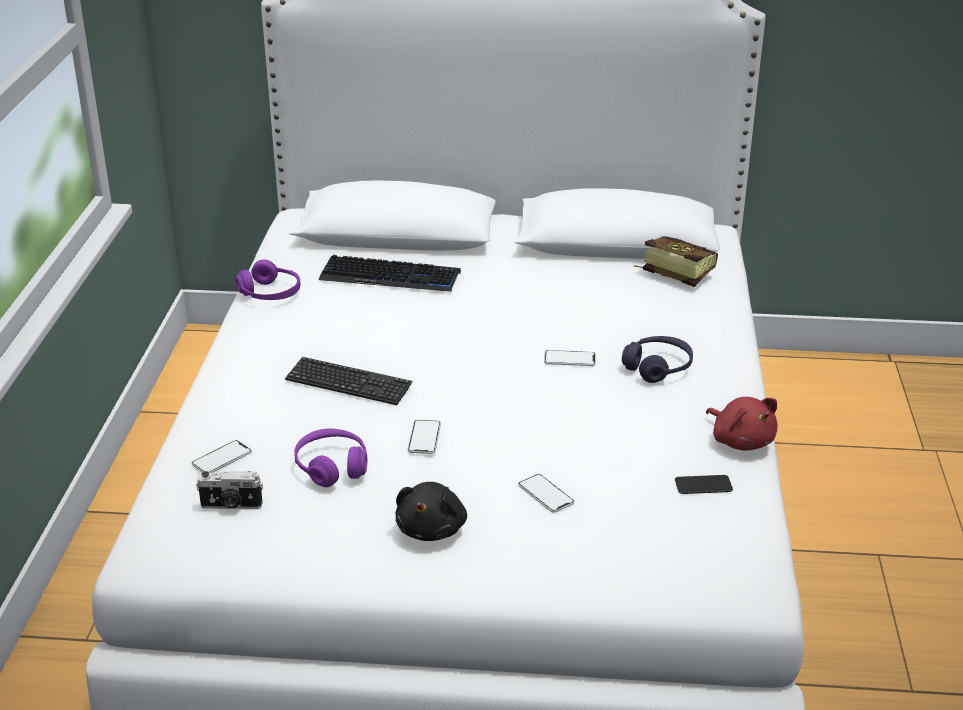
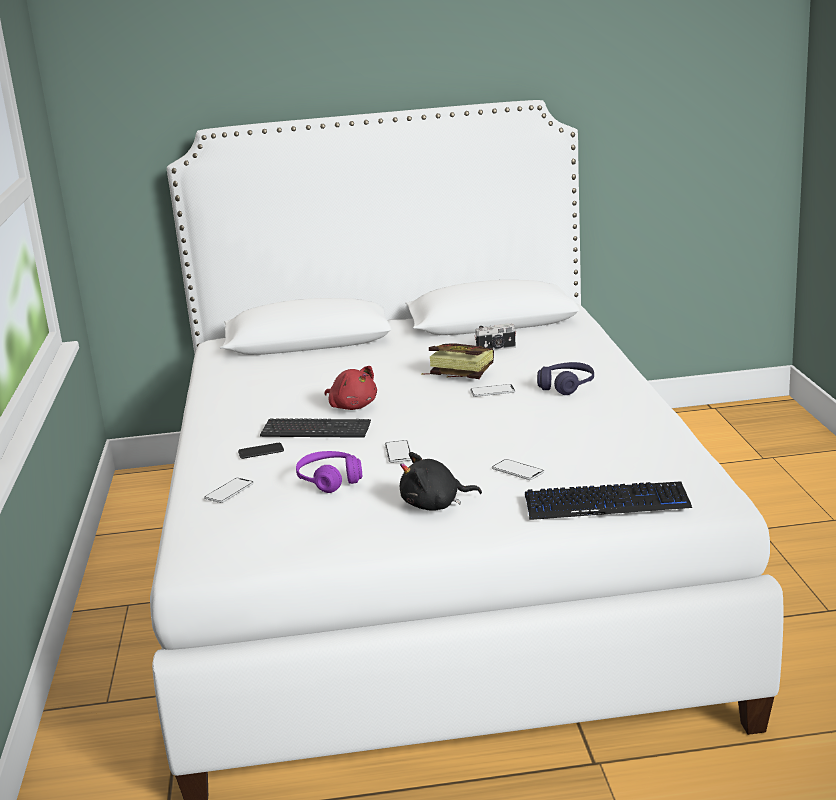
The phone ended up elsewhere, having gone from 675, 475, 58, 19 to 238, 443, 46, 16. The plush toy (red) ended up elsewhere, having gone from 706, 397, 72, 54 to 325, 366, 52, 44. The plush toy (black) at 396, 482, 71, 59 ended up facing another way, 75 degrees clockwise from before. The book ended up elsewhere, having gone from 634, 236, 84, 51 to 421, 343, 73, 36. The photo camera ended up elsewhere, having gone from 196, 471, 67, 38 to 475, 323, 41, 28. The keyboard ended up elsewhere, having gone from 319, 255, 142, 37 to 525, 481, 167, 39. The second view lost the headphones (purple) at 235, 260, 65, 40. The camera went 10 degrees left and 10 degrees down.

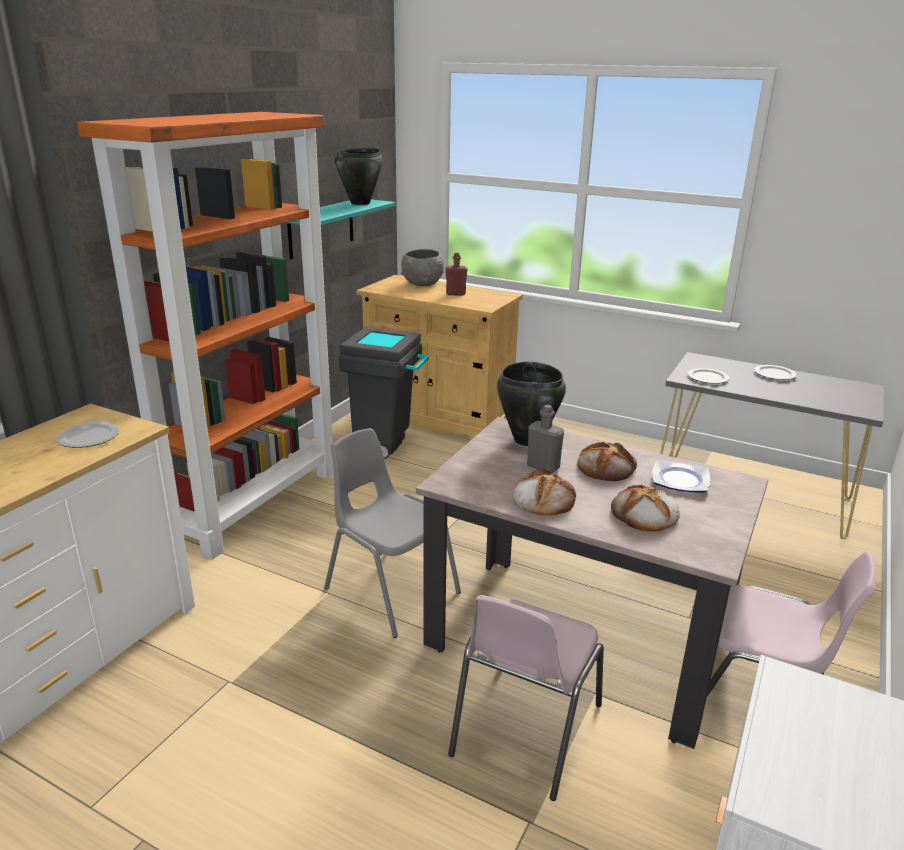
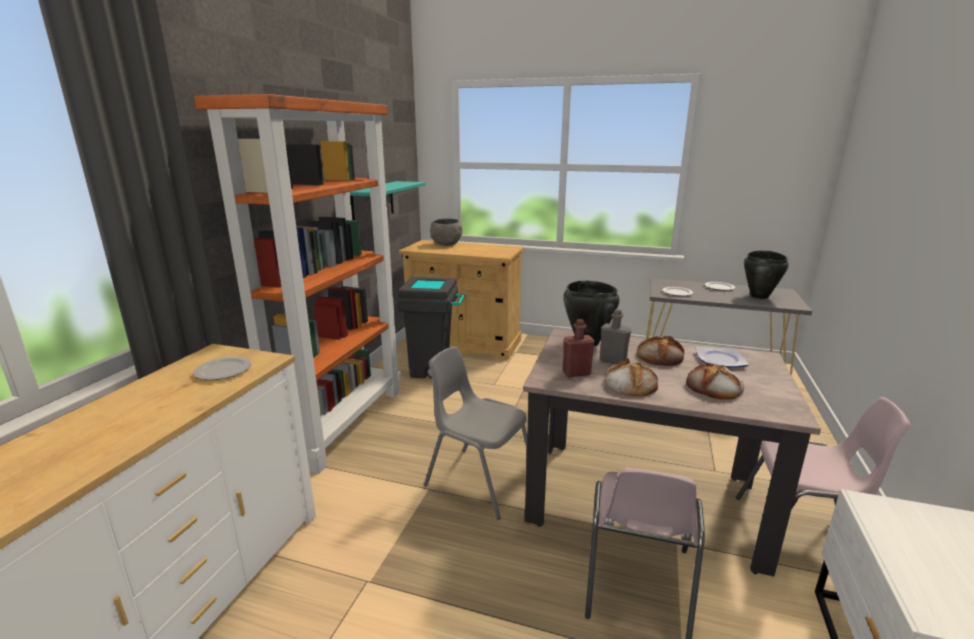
The bottle (red) ended up elsewhere, having gone from 446, 253, 21, 42 to 563, 319, 32, 58. The cooking pot (black) ended up elsewhere, having gone from 335, 147, 48, 58 to 744, 250, 45, 49. The camera went 10 degrees left and 5 degrees down.

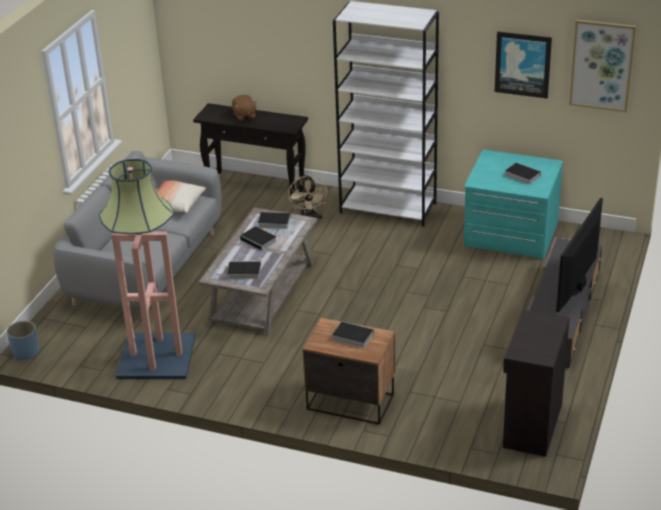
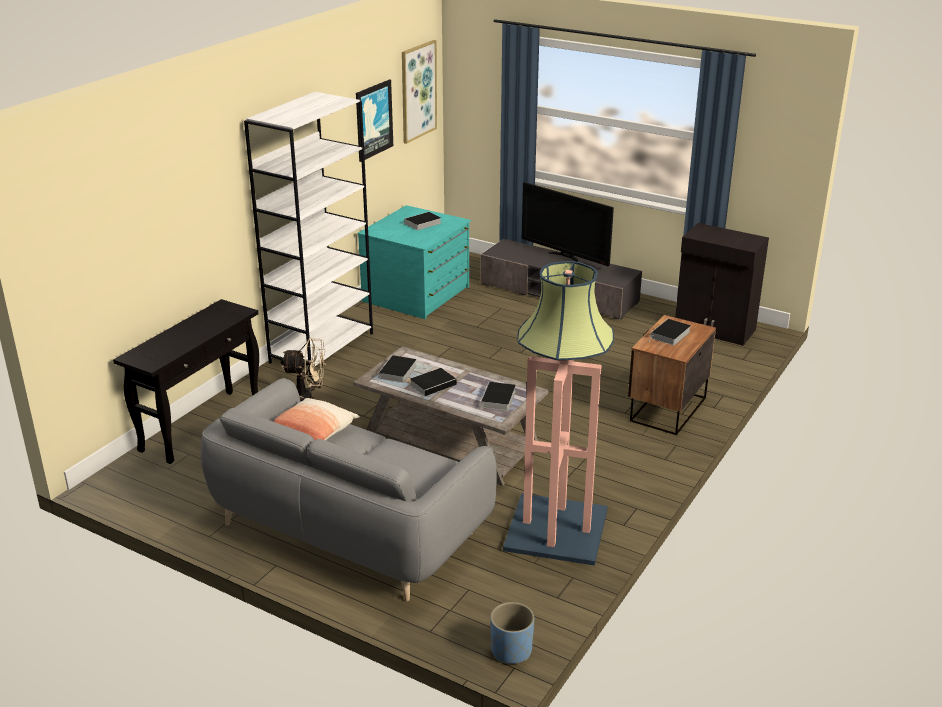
The second view lost the plush toy (brown) at 232, 95, 25, 26. The camera went 80 degrees left and 5 degrees down.

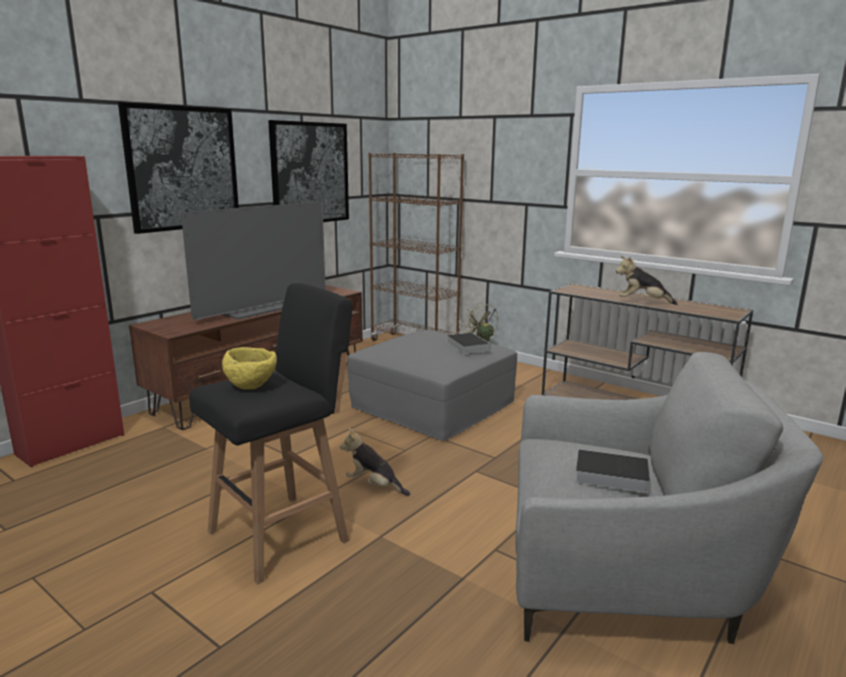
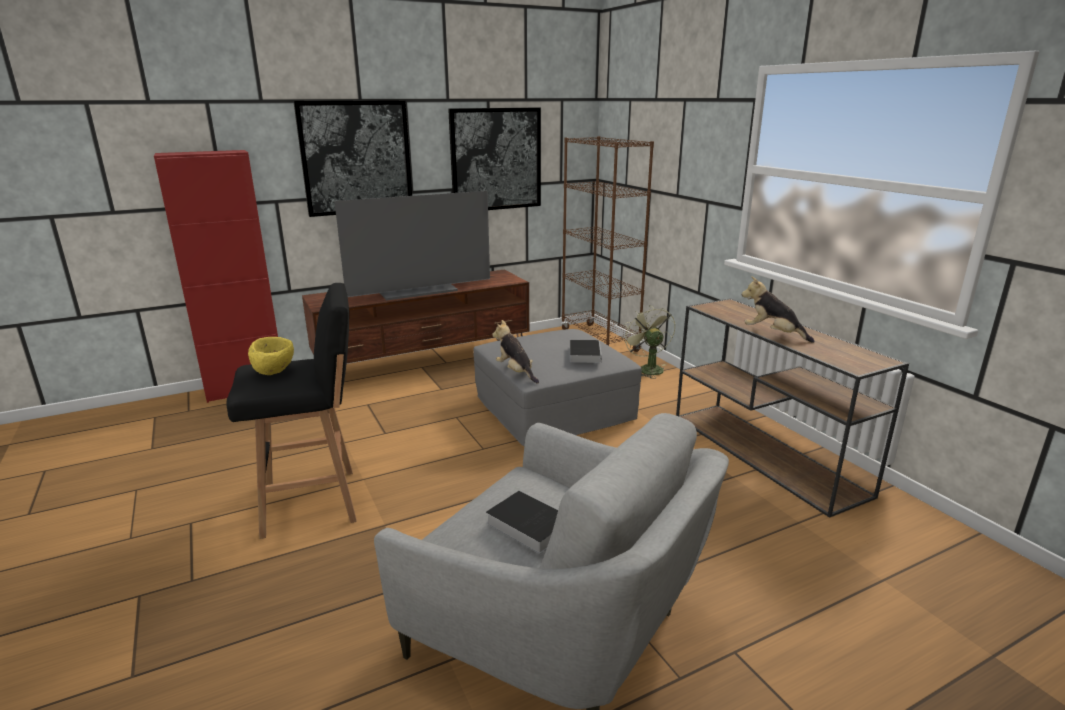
The plush toy ended up elsewhere, having gone from 340, 428, 70, 68 to 492, 320, 47, 63. The camera went 25 degrees right and 5 degrees up.

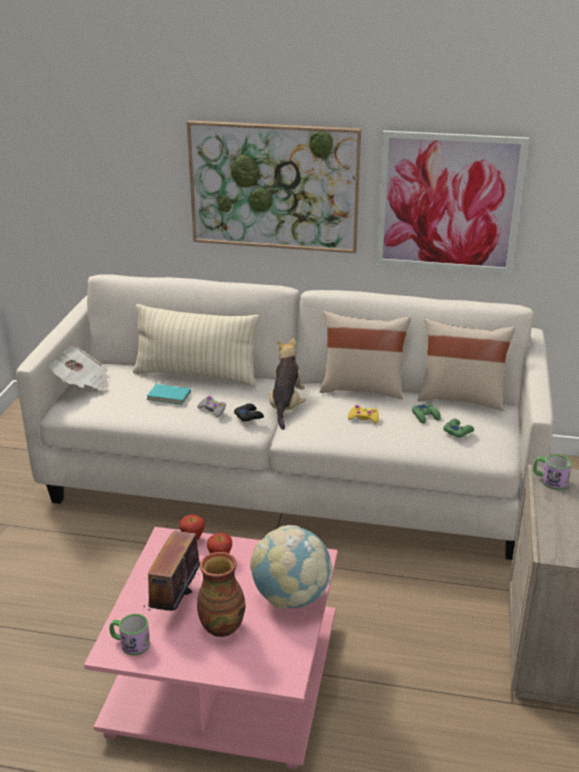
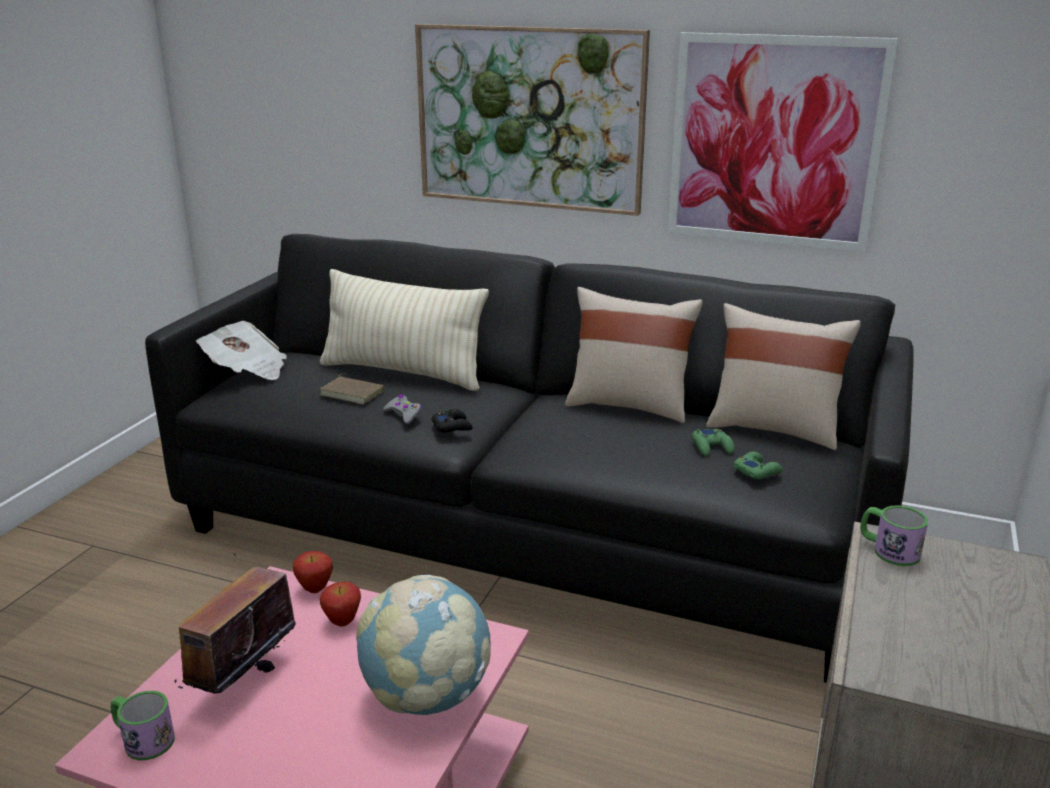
What was the sofa (white) at 16, 275, 538, 285 turned into the sofa (black) at 145, 234, 769, 449. What was the book (turquoise) at 147, 380, 44, 25 turned into the book (brown) at 320, 373, 65, 31. The second view lost the vase at 197, 552, 48, 85. The second view lost the plush toy at 269, 338, 37, 92. The second view lost the game controller (yellow) at 348, 405, 31, 19. The camera went 10 degrees right and 5 degrees down.

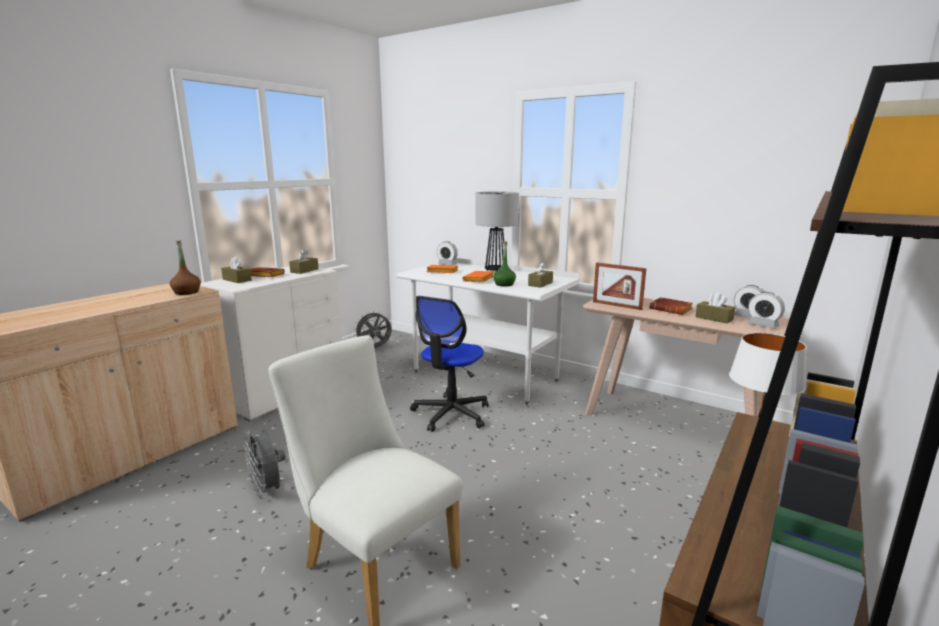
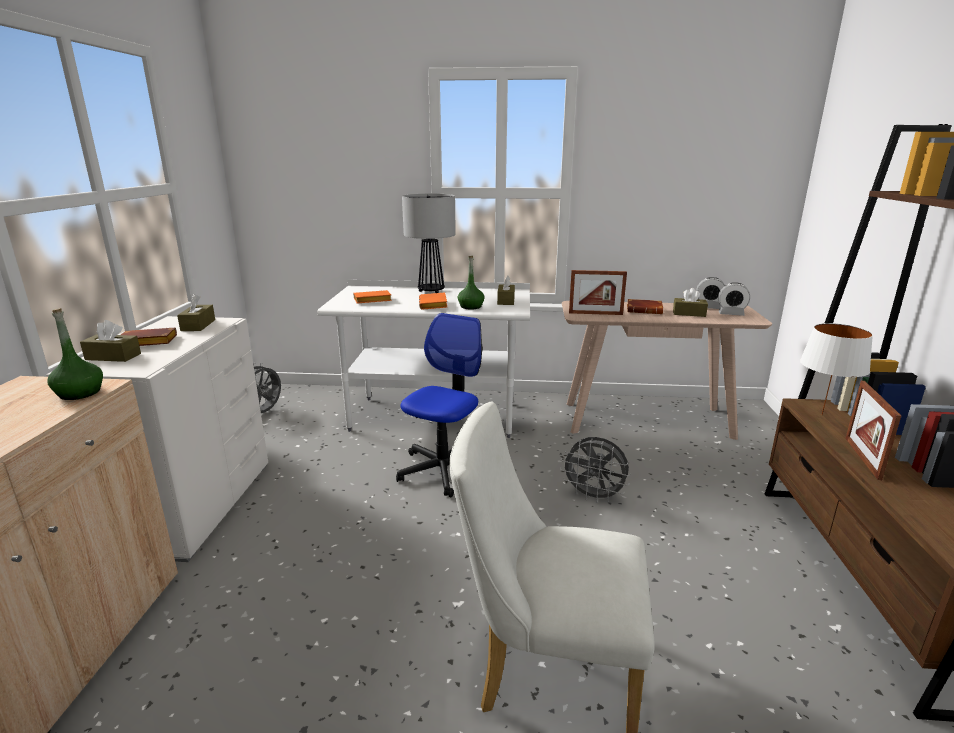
What was the bottle (brown) at 170, 241, 31, 54 turned into the bottle (green) at 47, 308, 56, 92. The office chair at 410, 296, 78, 136 ended up facing another way, 150 degrees counterclockwise from before. The fan (grey) ended up elsewhere, having gone from 243, 429, 43, 70 to 560, 437, 71, 66. The second view gained the picture frame at 845, 381, 56, 99. The second view lost the alarm clock at 437, 241, 21, 24. The camera went 30 degrees left and 5 degrees up.

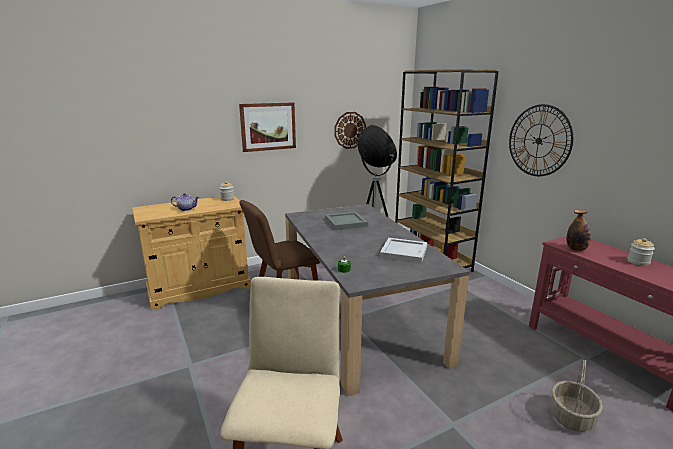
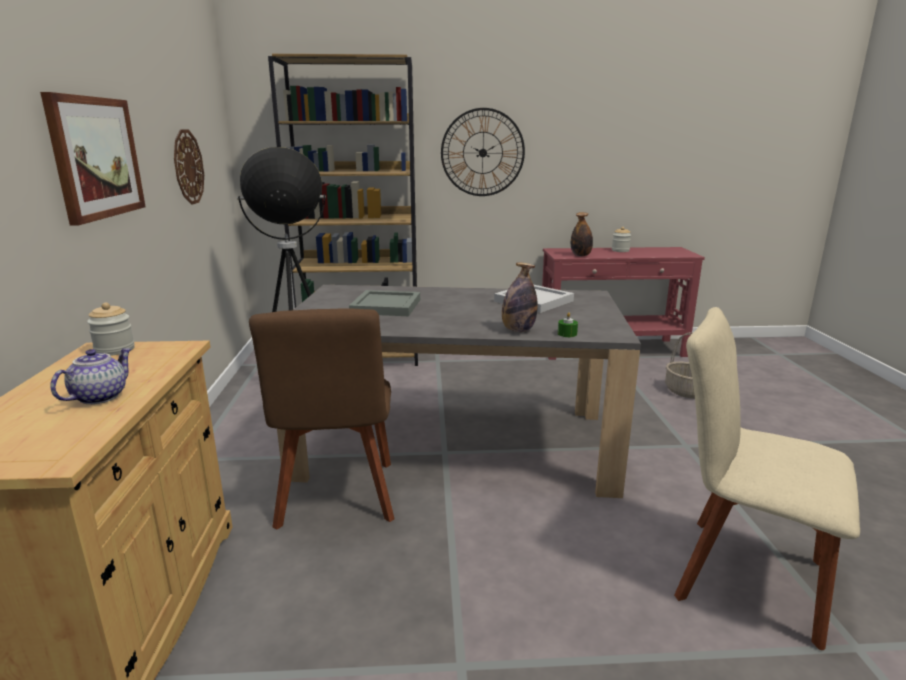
The second view gained the bottle at 502, 262, 36, 70. The camera went 65 degrees left and 0 degrees up.

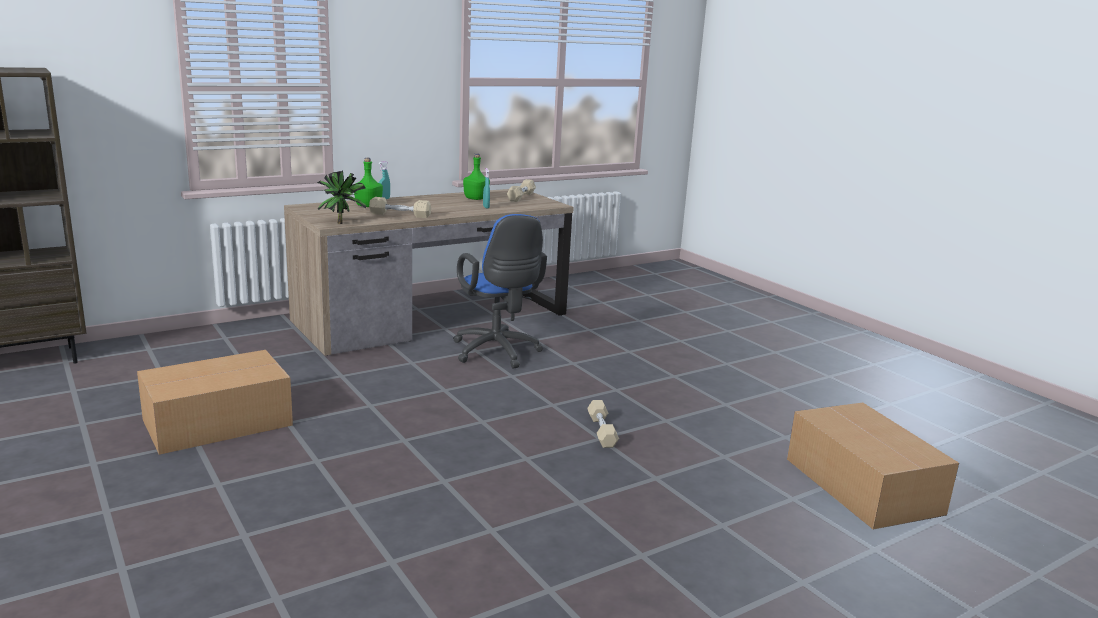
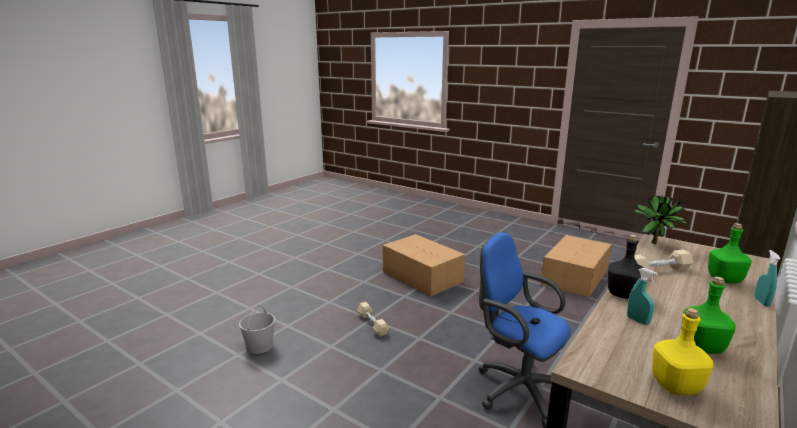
The second view gained the bucket (white) at 239, 305, 36, 49. The cardboard box ended up elsewhere, having gone from 787, 403, 172, 127 to 383, 234, 82, 62. The second view gained the bottle (black) at 608, 235, 36, 64. Where the dumbbell (beige) stood at 507, 179, 29, 23, the bottle (yellow) came to stand at 652, 308, 62, 87. The camera went 160 degrees right and 0 degrees up.

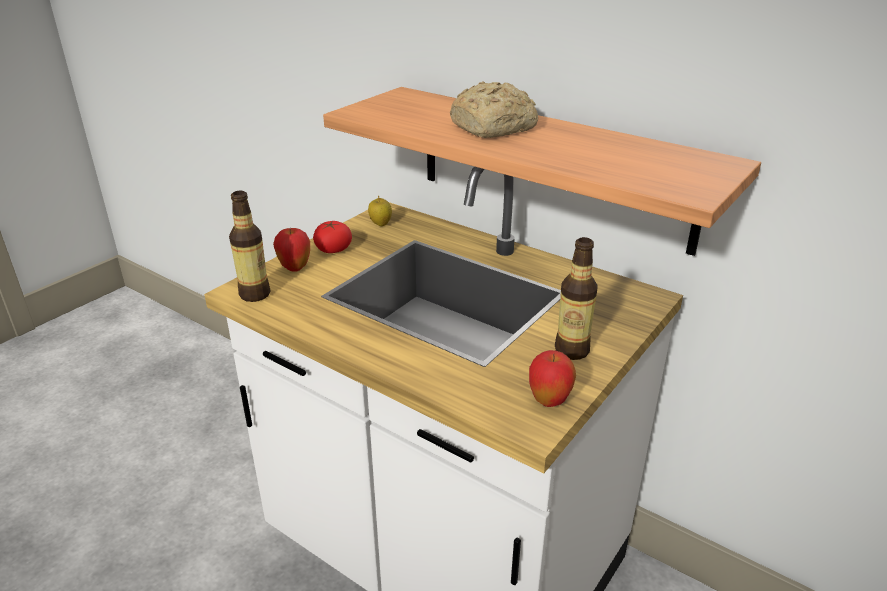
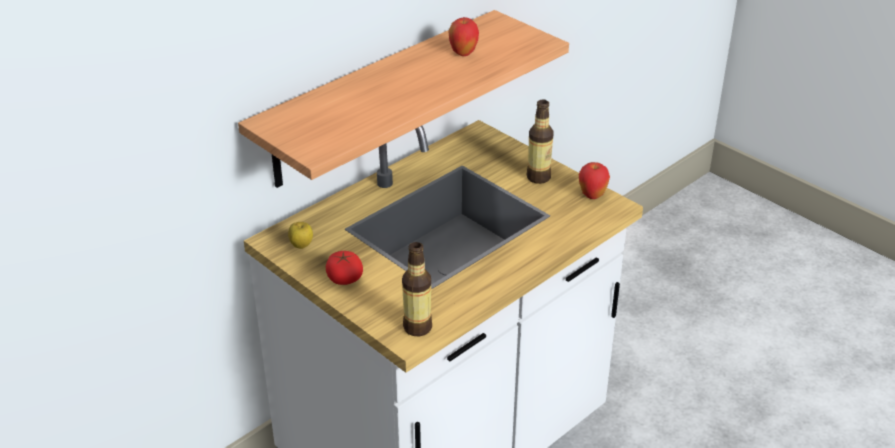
The apple ended up elsewhere, having gone from 273, 228, 37, 44 to 448, 17, 31, 39. The second view lost the bread at 450, 81, 88, 57. The camera went 80 degrees left and 5 degrees up.

